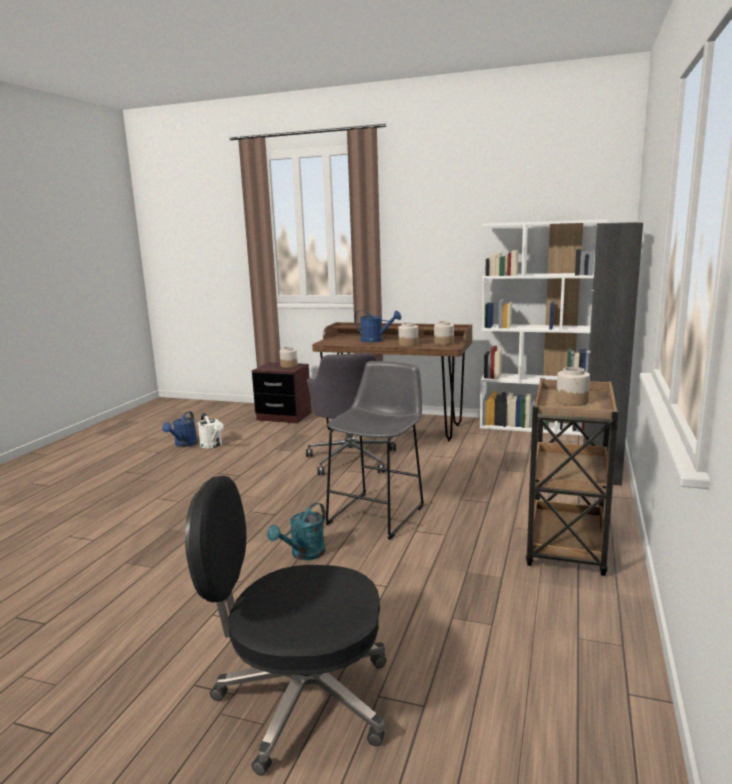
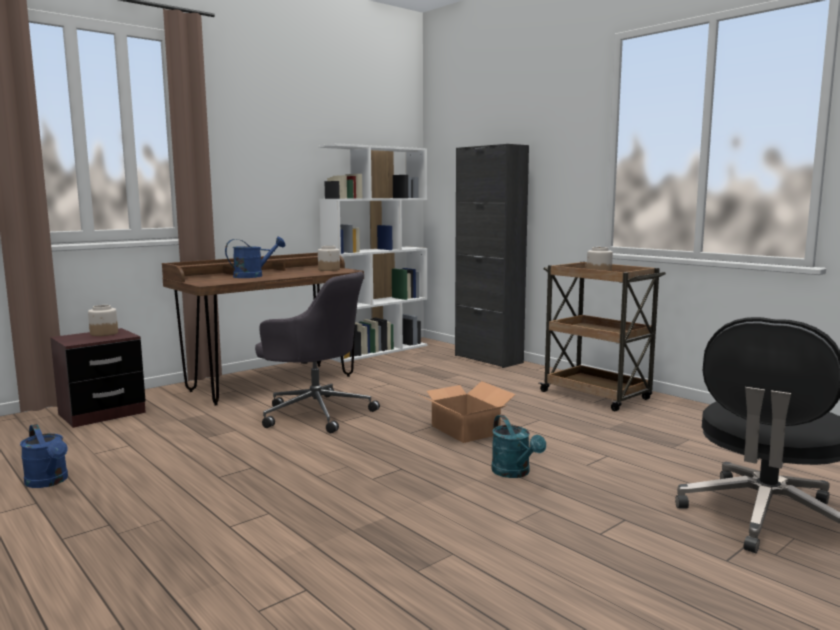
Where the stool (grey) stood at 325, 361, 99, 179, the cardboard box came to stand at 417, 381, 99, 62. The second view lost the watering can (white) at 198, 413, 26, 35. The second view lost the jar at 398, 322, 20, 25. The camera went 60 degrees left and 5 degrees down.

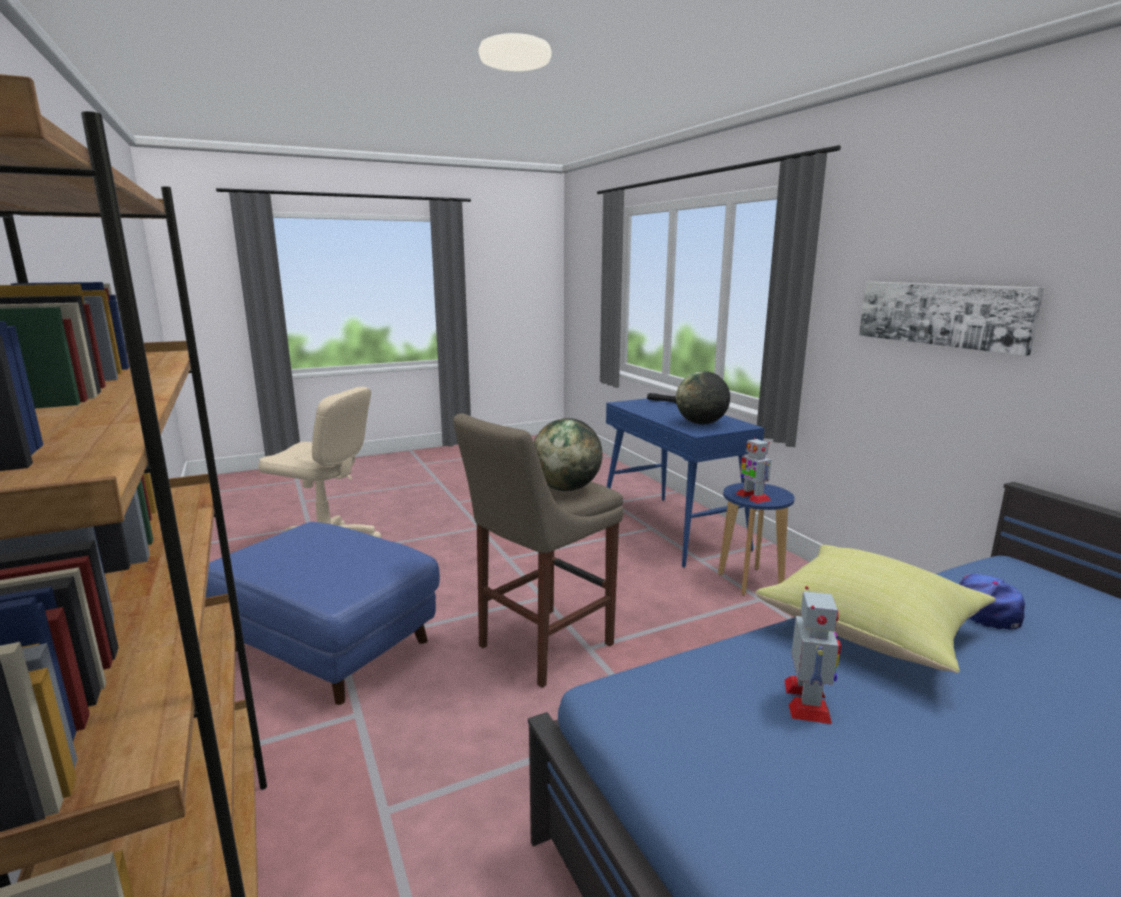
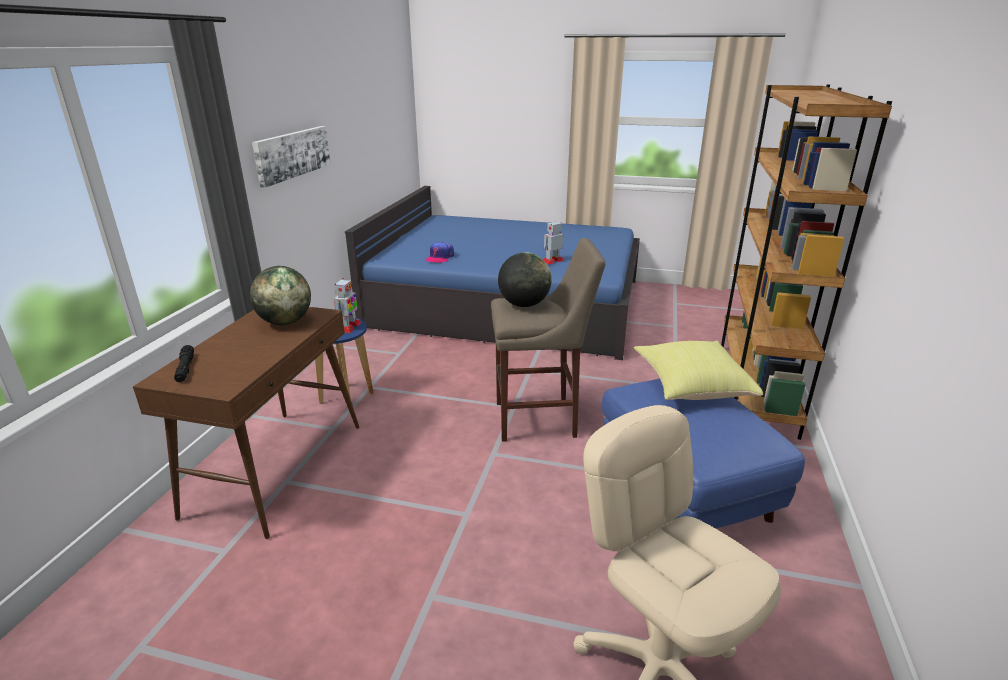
What was the console table (blue) at 606, 398, 158, 170 turned into the console table (brown) at 133, 307, 226, 232. The pillow (yellow) ended up elsewhere, having gone from 756, 545, 240, 128 to 634, 341, 129, 59. The camera went 140 degrees left and 10 degrees up.

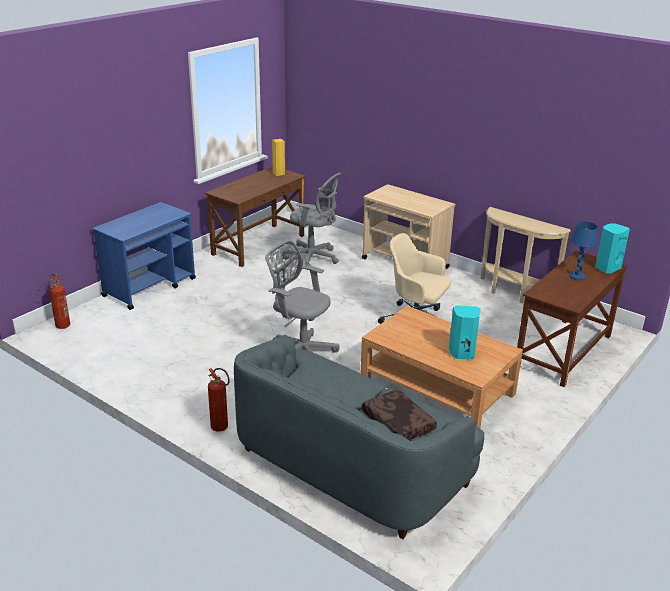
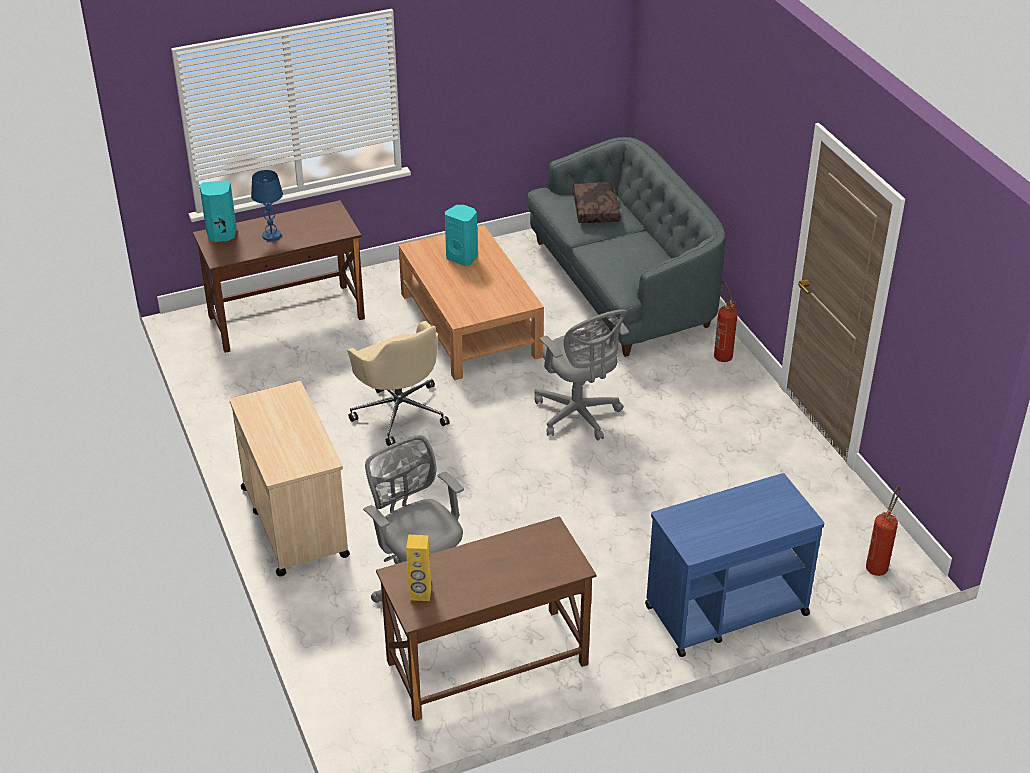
The second view lost the console table (beige) at 480, 207, 91, 96. The camera went 150 degrees left and 10 degrees up.

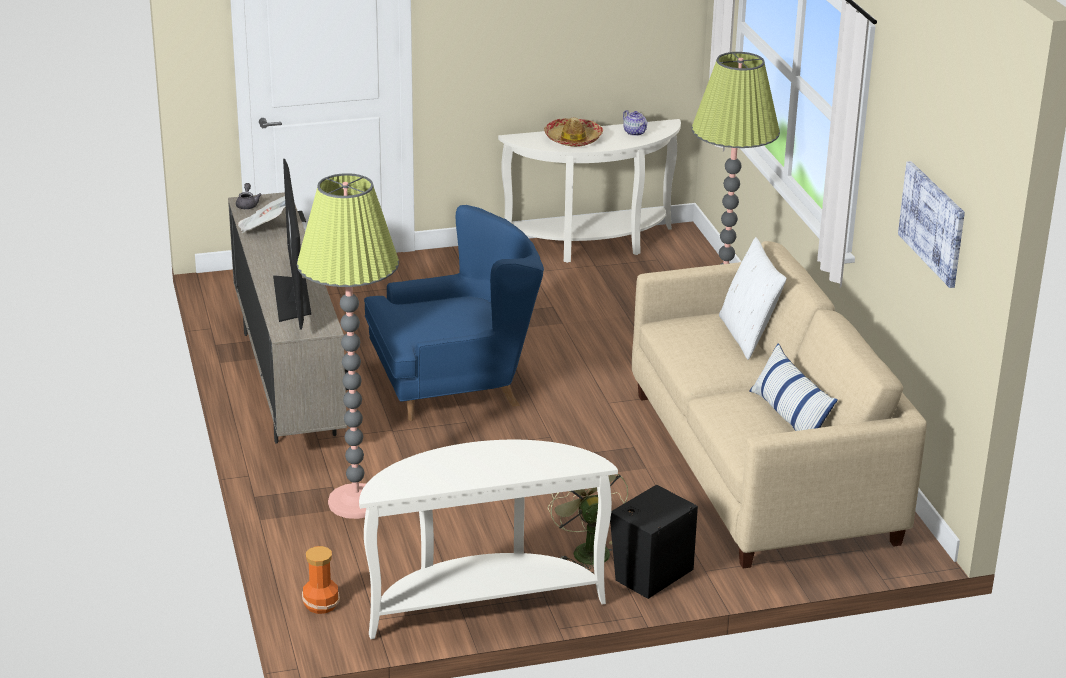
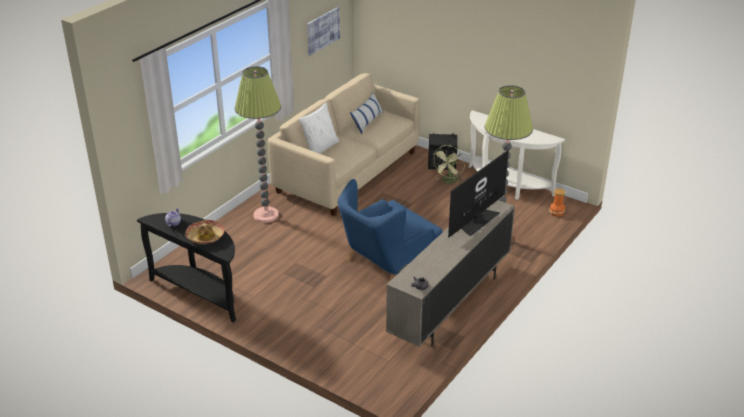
What was the console table (white) at 498, 119, 183, 144 turned into the console table (black) at 137, 213, 99, 109. The armchair (blue) at 364, 205, 180, 216 ended up facing another way, 75 degrees counterclockwise from before. The second view lost the newspaper at 238, 196, 47, 37. The camera went 130 degrees left and 5 degrees up.

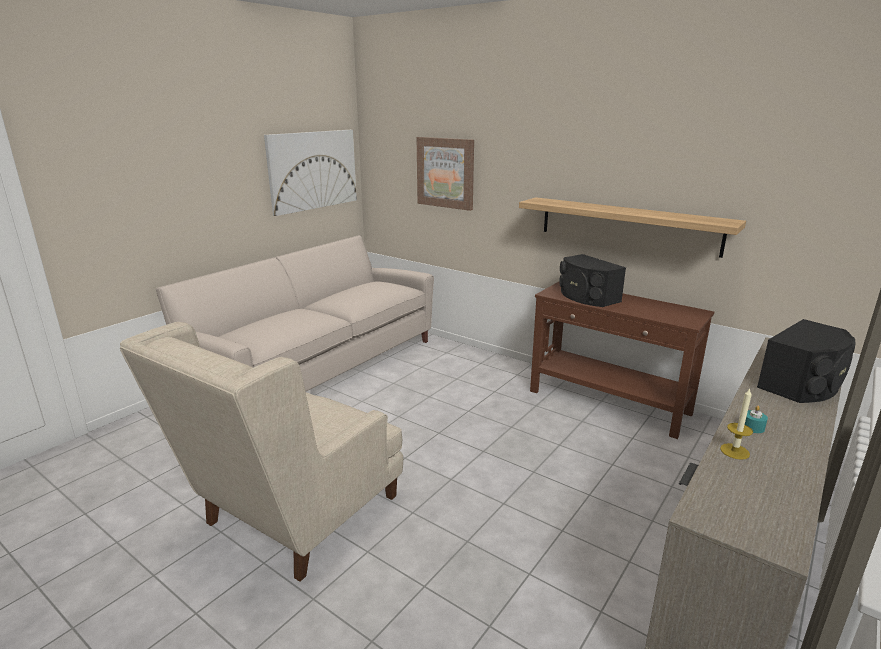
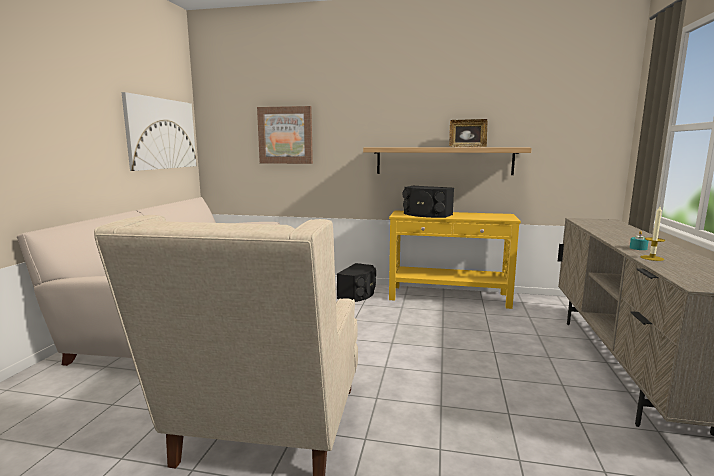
The speaker (black) ended up elsewhere, having gone from 757, 319, 98, 84 to 337, 263, 39, 39. What was the console table (brown) at 530, 282, 184, 157 turned into the console table (yellow) at 389, 210, 132, 99. The second view gained the picture frame at 449, 119, 39, 28. The camera went 25 degrees left and 10 degrees down.

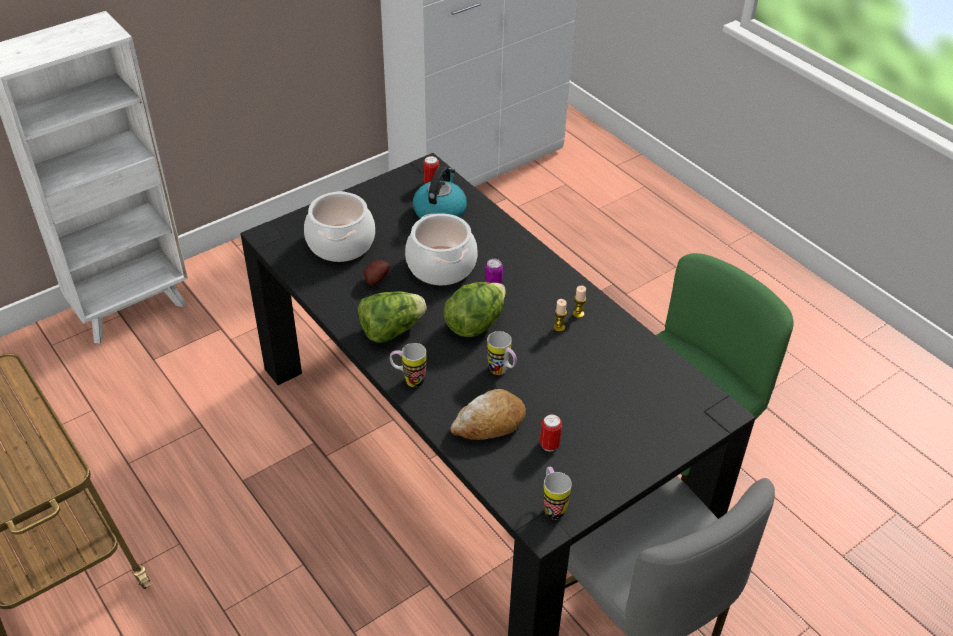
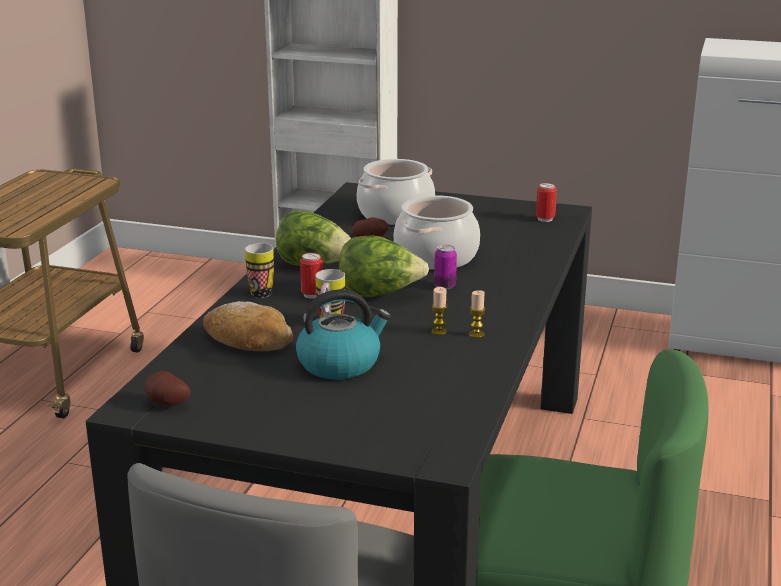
Where the mug stood at 543, 467, 29, 53, the potato came to stand at 145, 371, 46, 35. The kettle ended up elsewhere, having gone from 413, 166, 54, 53 to 296, 289, 95, 90. The can ended up elsewhere, having gone from 540, 414, 22, 37 to 300, 253, 23, 46. The camera went 55 degrees right and 20 degrees down.

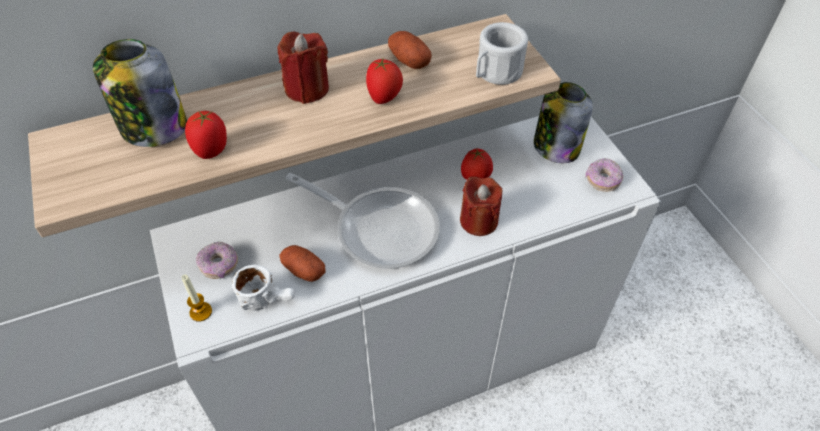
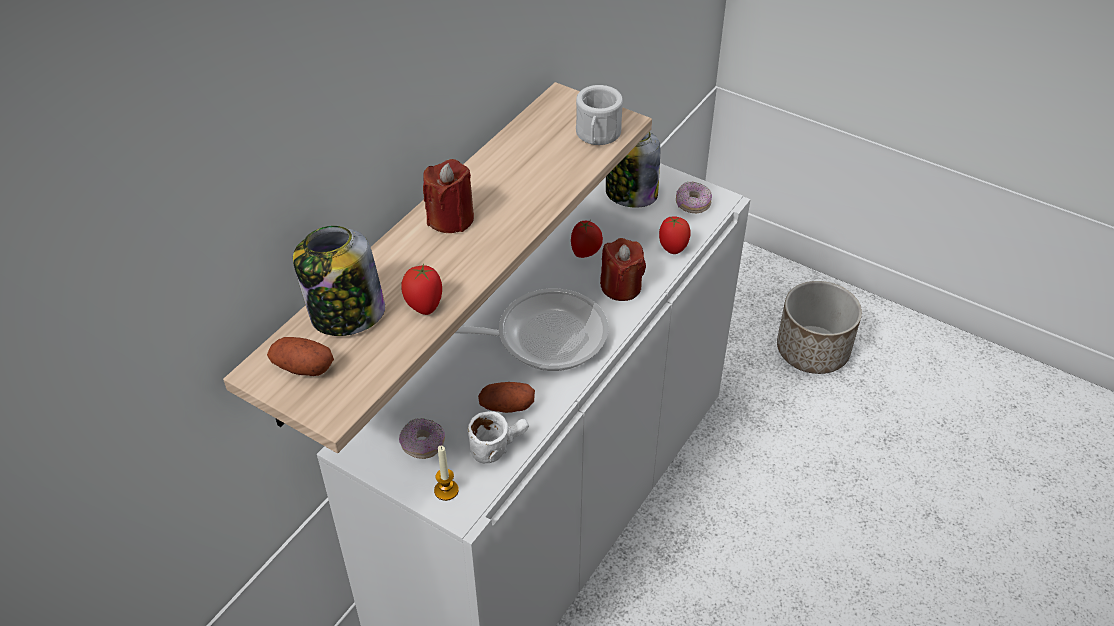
The potato ended up elsewhere, having gone from 388, 31, 44, 38 to 267, 337, 67, 39. The tomato ended up elsewhere, having gone from 366, 59, 37, 45 to 659, 216, 31, 38. The second view gained the planter at 777, 281, 85, 93. The camera went 35 degrees left and 5 degrees down.

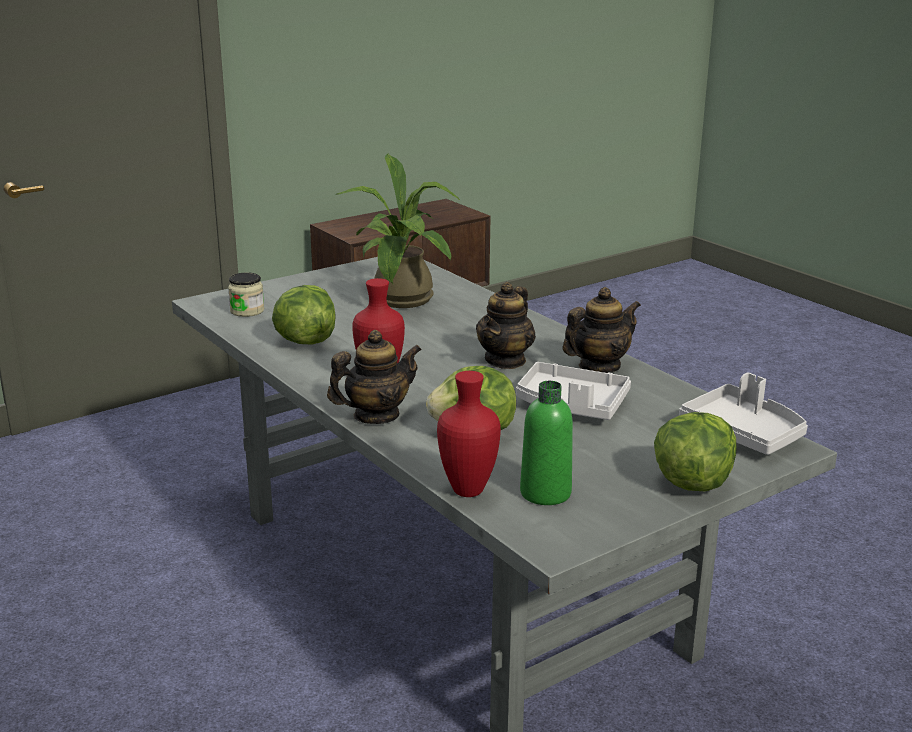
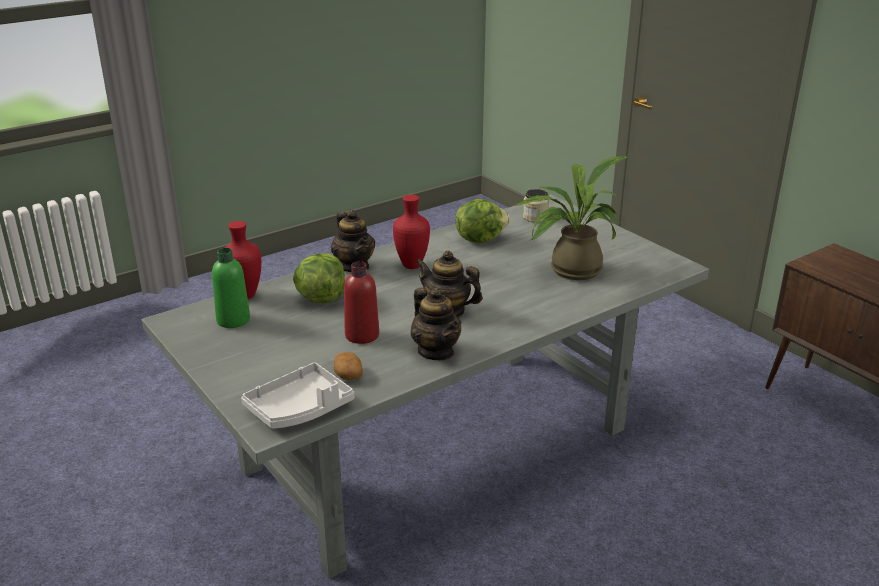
The second view gained the potato at 334, 352, 29, 28. Where the tray (grey) stood at 516, 362, 115, 58, the bottle (red) came to stand at 344, 261, 35, 83. The second view lost the lettuce at 654, 412, 82, 79. The camera went 90 degrees right and 5 degrees up.

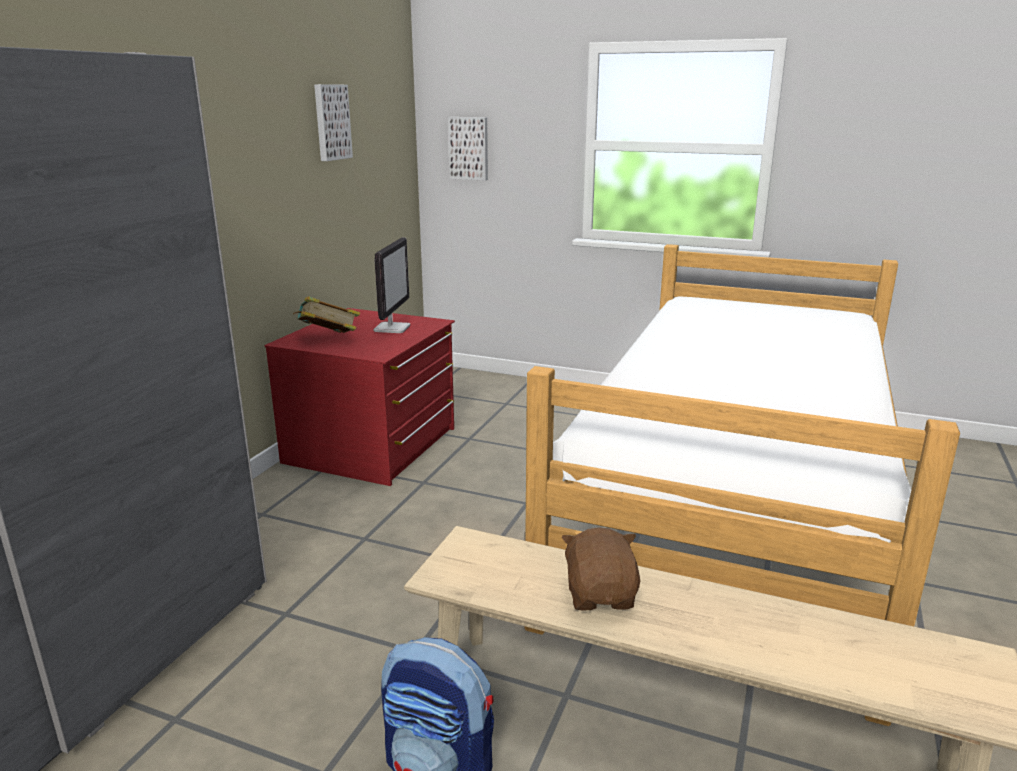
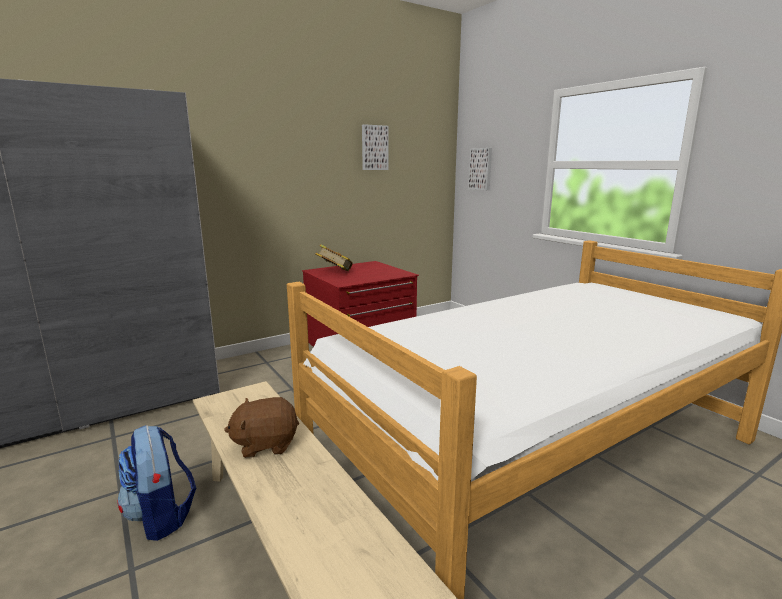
The plush toy (brown) at 562, 527, 78, 83 ended up facing another way, 135 degrees counterclockwise from before. The second view lost the monitor at 373, 237, 37, 96. The camera went 35 degrees right and 5 degrees down.

